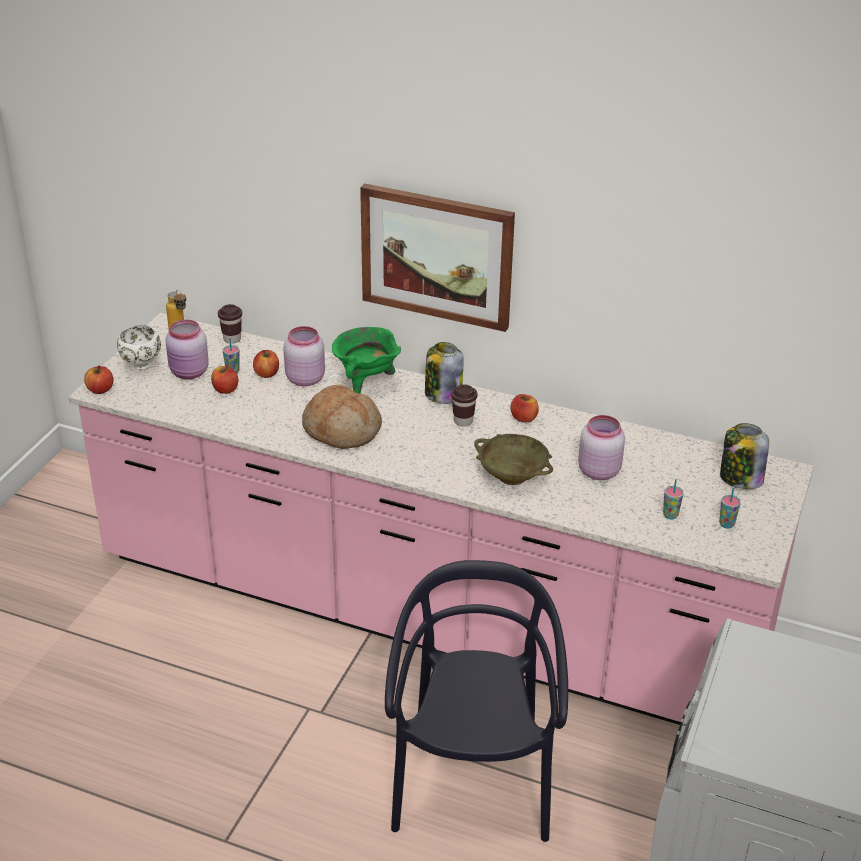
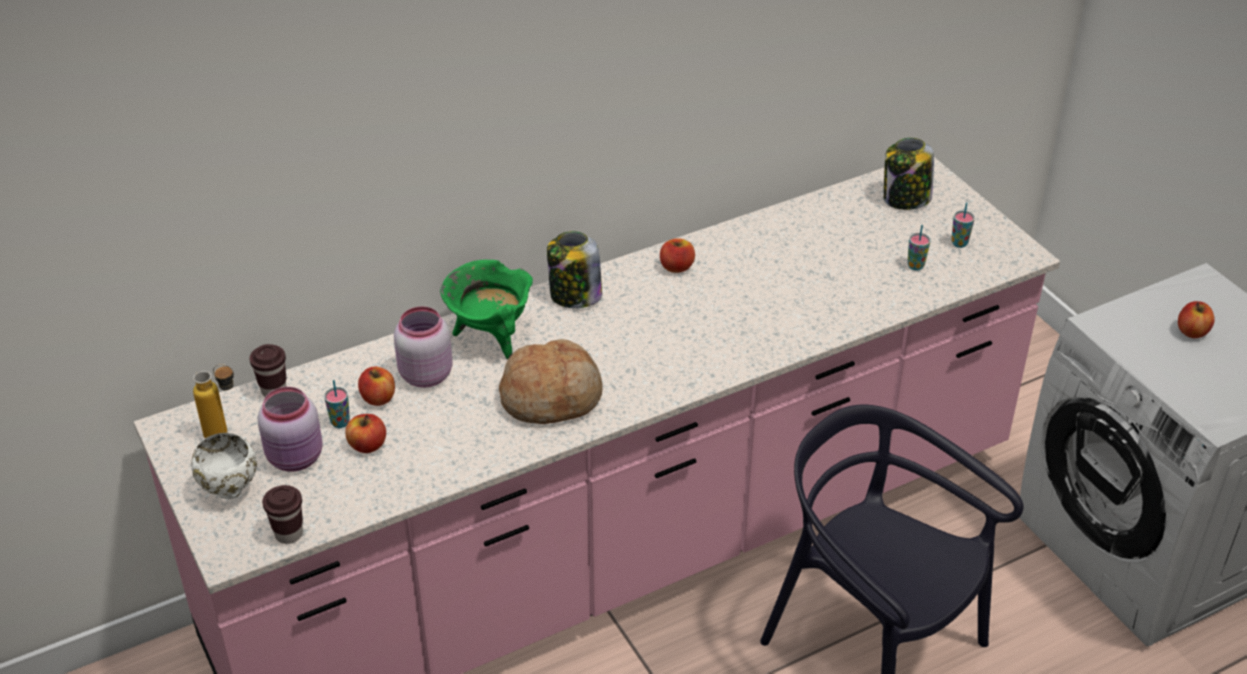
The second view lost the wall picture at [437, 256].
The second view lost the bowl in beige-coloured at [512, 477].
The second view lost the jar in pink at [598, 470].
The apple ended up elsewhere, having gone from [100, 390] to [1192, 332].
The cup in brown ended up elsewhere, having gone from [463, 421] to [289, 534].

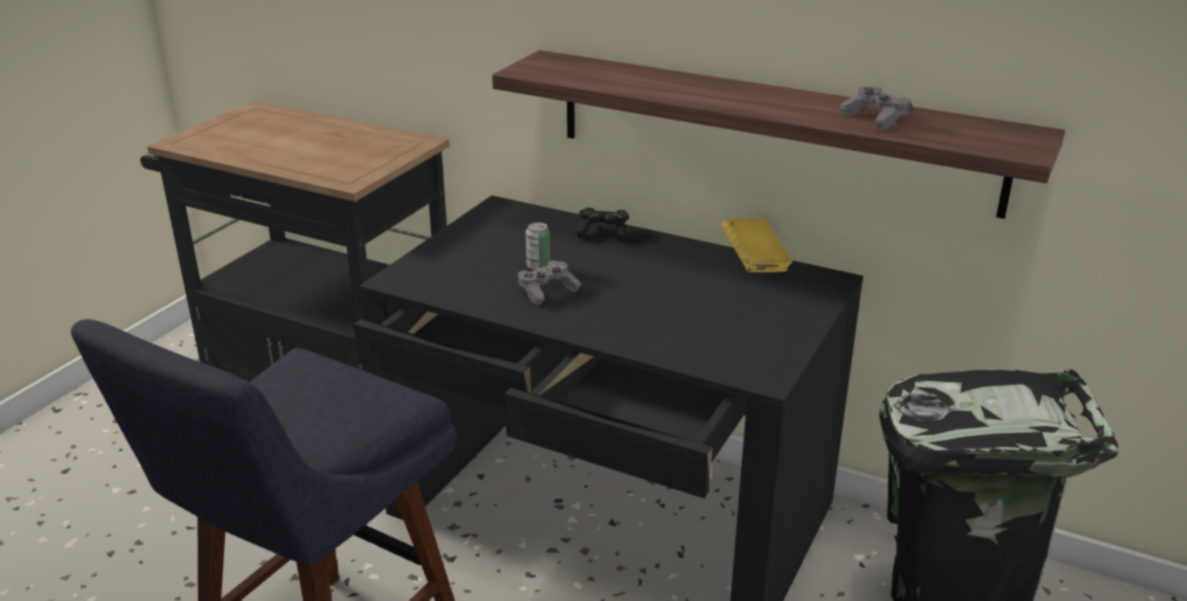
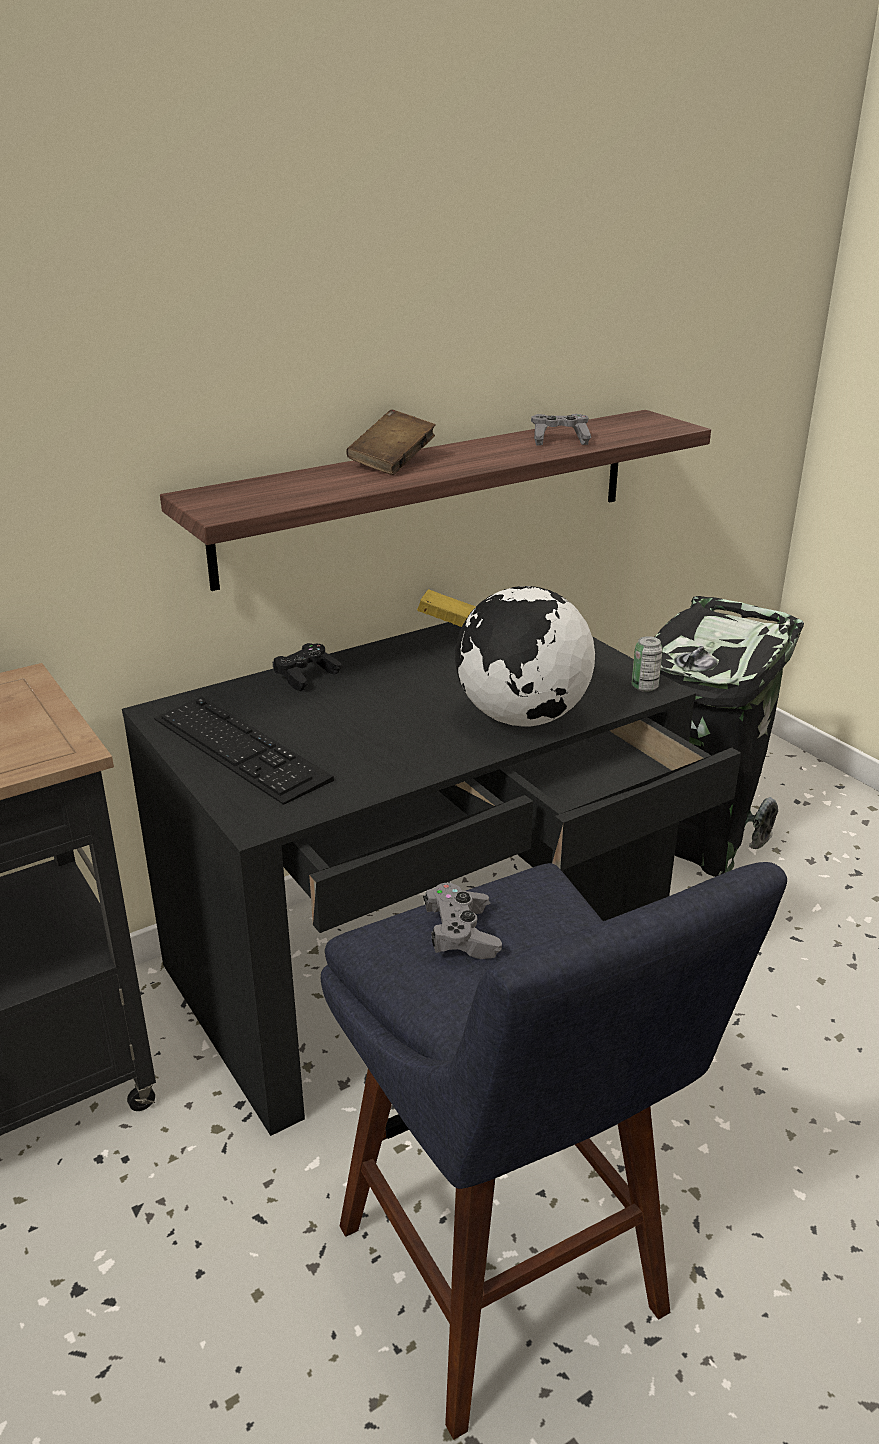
The second view gained the keyboard at [239, 748].
The second view gained the book in brown at [392, 463].
The second view gained the world globe at [521, 718].
The game controller in greyish ended up elsewhere, having gone from [547, 291] to [461, 934].
The sealed can ended up elsewhere, having gone from [538, 266] to [644, 687].

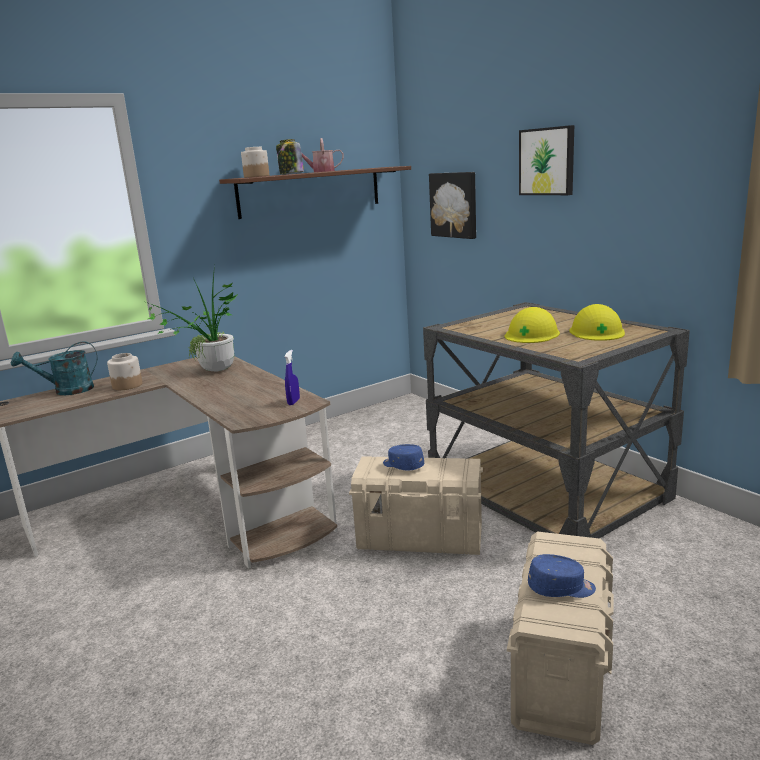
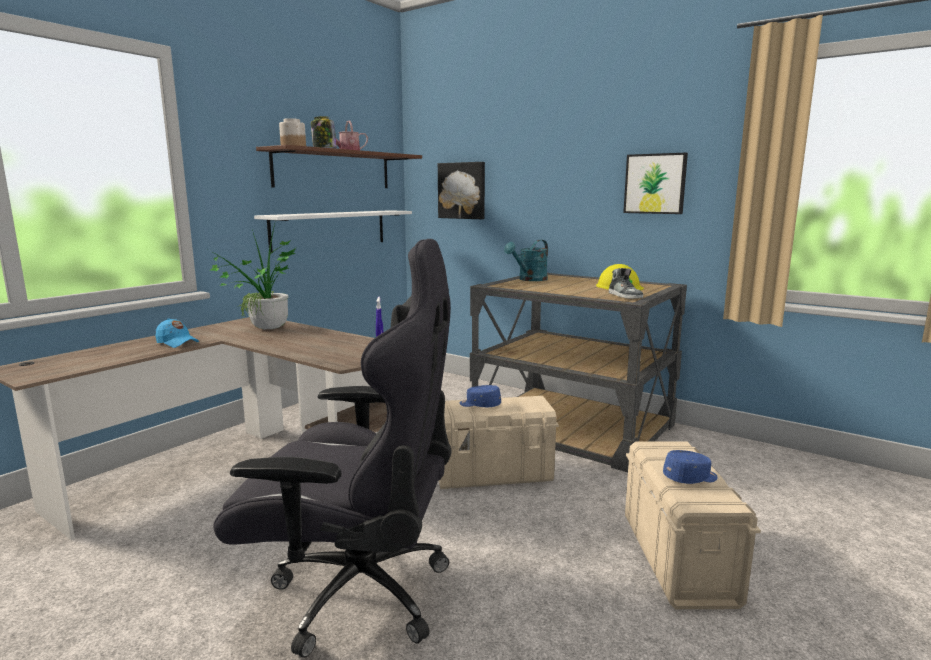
The second view lost the hard hat in yellow-coloured at [532, 334].
The second view gained the office chair in black at [350, 593].
The second view gained the wall shelf in white-coloured at [330, 229].
The second view gained the shoe at [625, 296].
The sprinkling can in turquoise ended up elsewhere, having gone from [67, 391] to [529, 279].
The wall picture ended up elsewhere, having gone from [547, 161] to [655, 184].
Where the jar stood at [127, 385], the peaked cap in bluish came to stand at [177, 343].

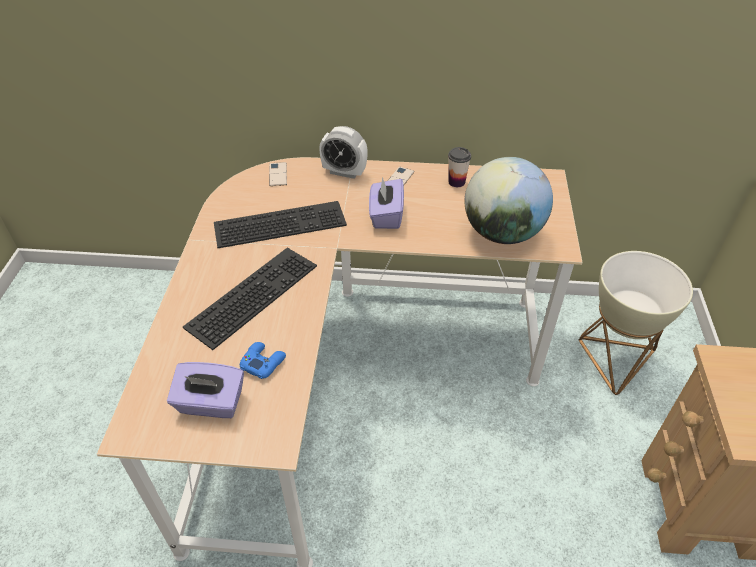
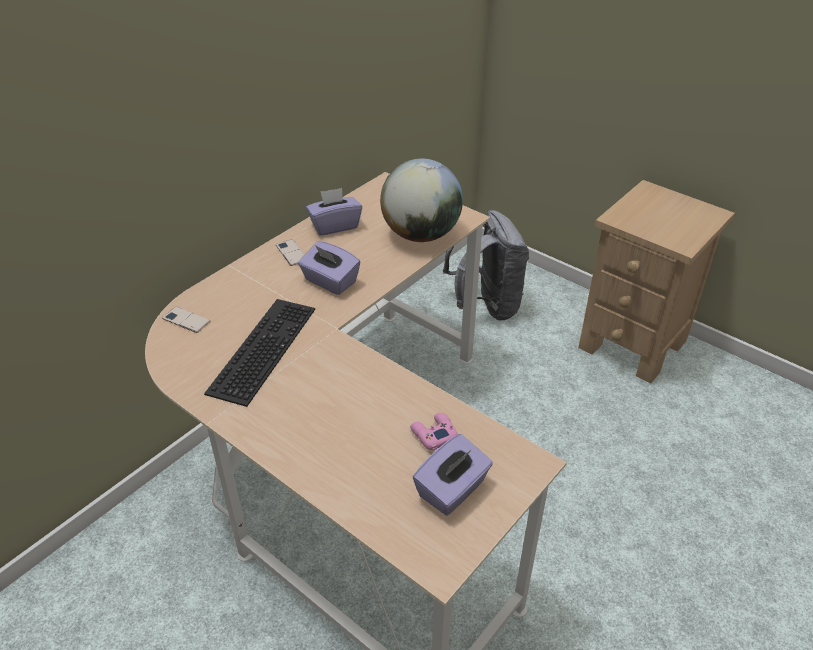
The second view lost the keyboard at [252, 293].
The second view lost the table clock at [344, 172].
Where the cup stood at [456, 182], the tissue box in purple-coloured came to stand at [334, 226].
Where the planter stood at [613, 359], the rucksack in greyish came to stand at [486, 306].
What was the game controller in bluish at [263, 362] turned into the game controller in pink at [433, 434].

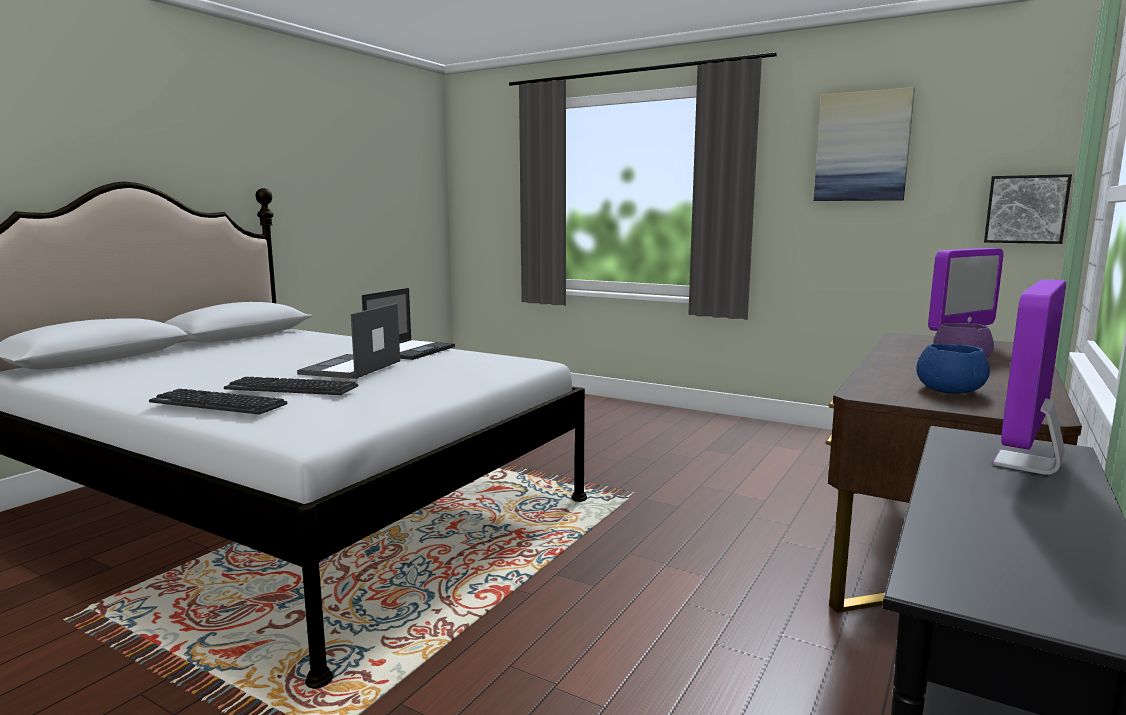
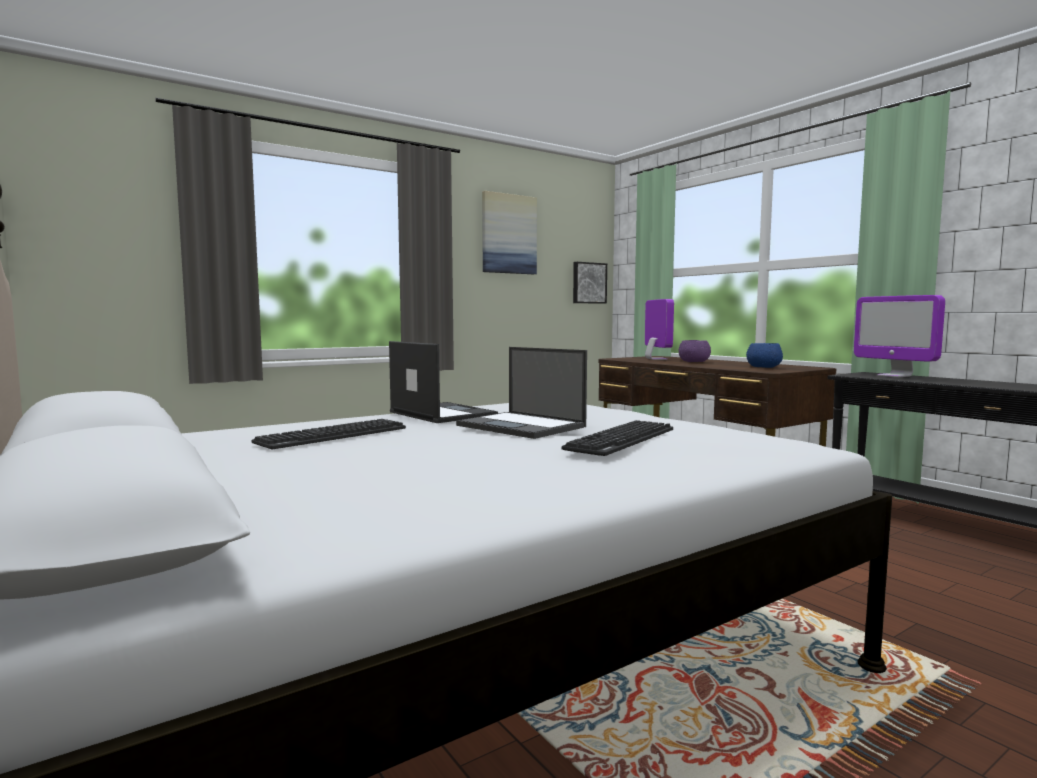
The keyboard ended up elsewhere, having gone from [218, 403] to [333, 436].

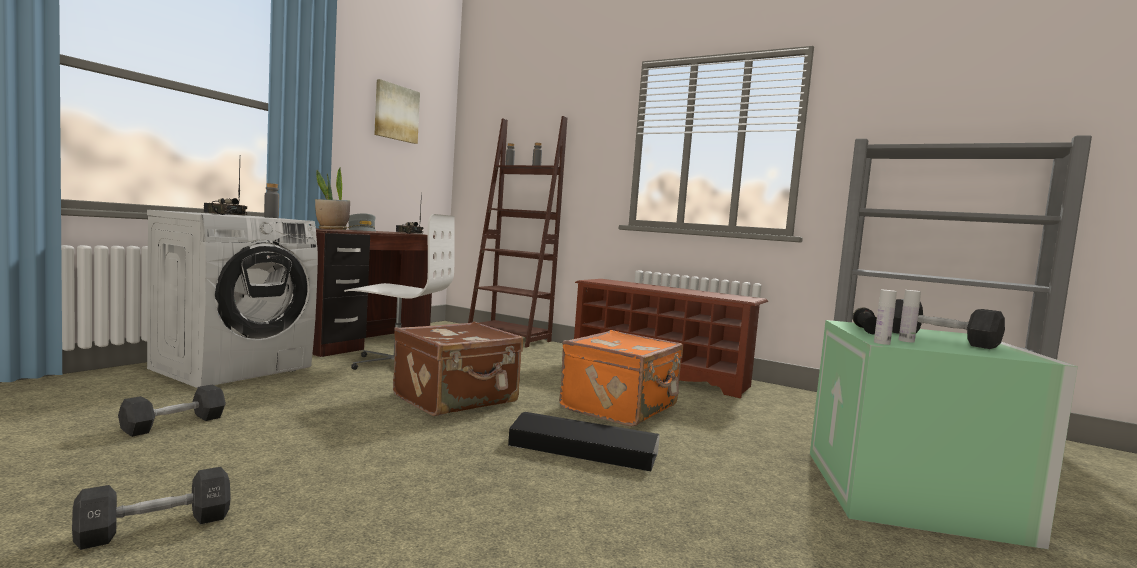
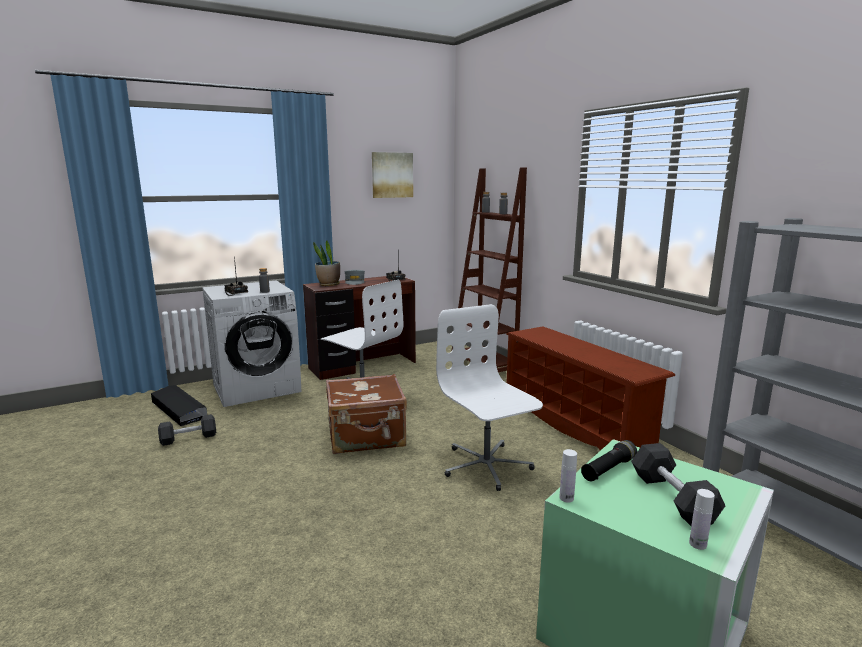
The second view lost the free weight in black at [155, 527].
The storage box in black ended up elsewhere, having gone from [582, 450] to [179, 410].
The bottle in white-coloured ended up elsewhere, having gone from [906, 341] to [697, 544].
Where the piece of luggage in orangey stood at [621, 408], the office chair in white-coloured came to stand at [486, 466].

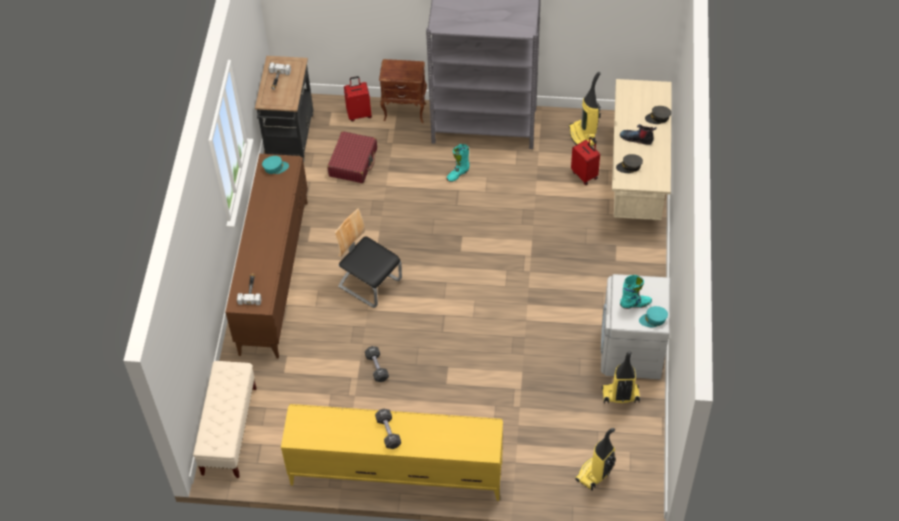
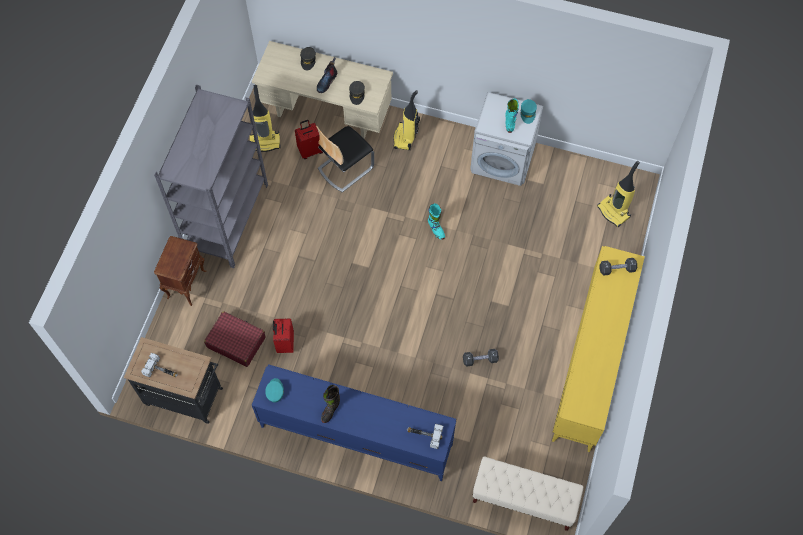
The second view gained the boot in black at [330, 409].
The upright chair ended up elsewhere, having gone from [370, 283] to [345, 168].
The piece of luggage in reddish ended up elsewhere, having gone from [359, 114] to [284, 343].
The free weight in black ended up elsewhere, having gone from [388, 432] to [617, 269].
The boot in turquoise ended up elsewhere, having gone from [458, 174] to [436, 229].
The vacuum ended up elsewhere, having gone from [620, 396] to [405, 137].
What was the storage cabinet in brown at [273, 276] turned into the storage cabinet in bluish at [355, 436].

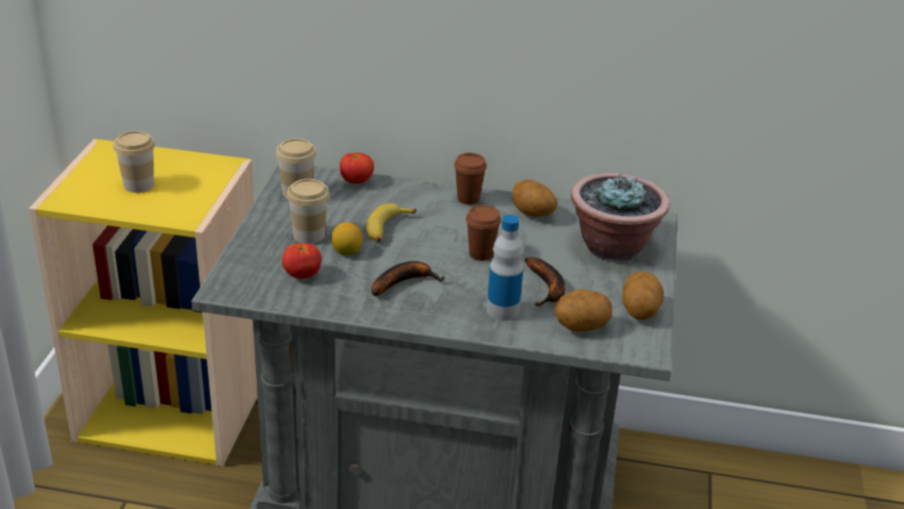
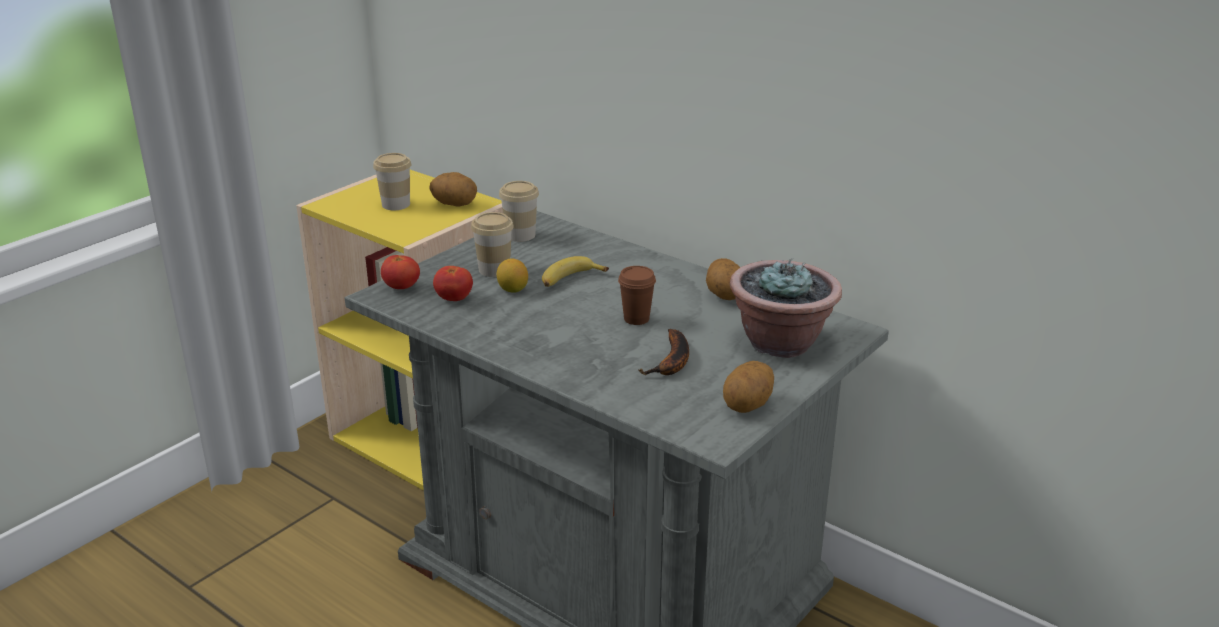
The second view lost the whole banana at [404, 282].
The second view lost the cup in brown at [468, 199].
The second view lost the bottle at [502, 310].
The fresh tomato ended up elsewhere, having gone from [356, 181] to [401, 288].
The spud ended up elsewhere, having gone from [581, 327] to [454, 204].

